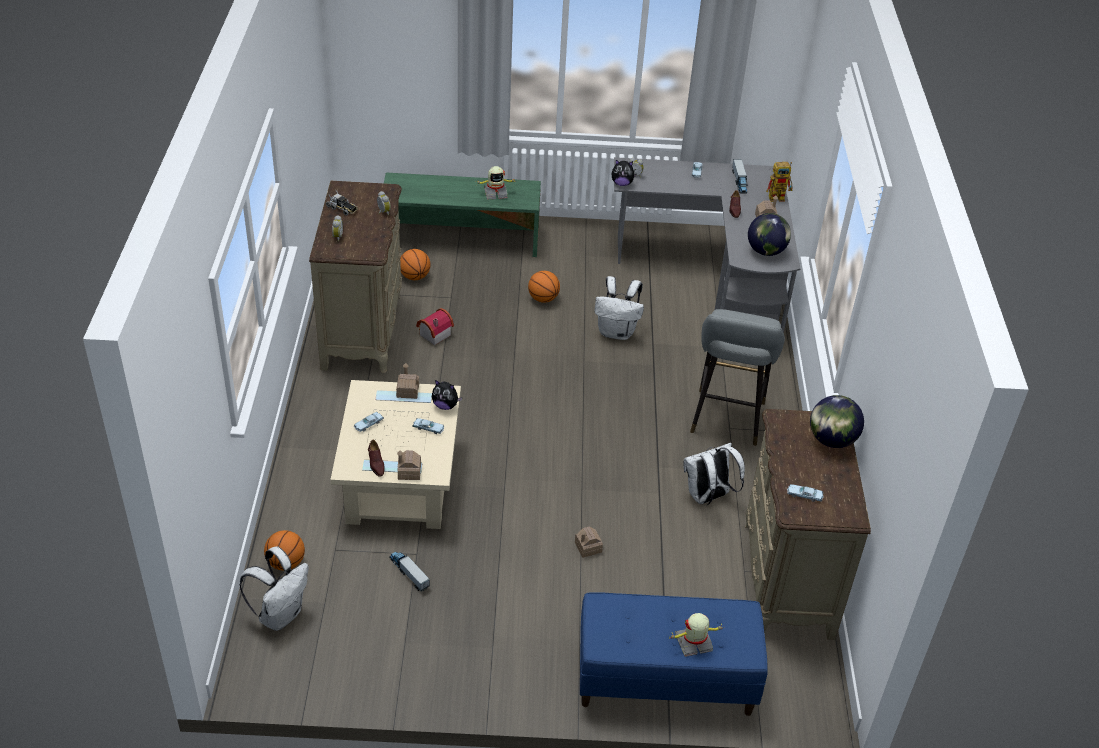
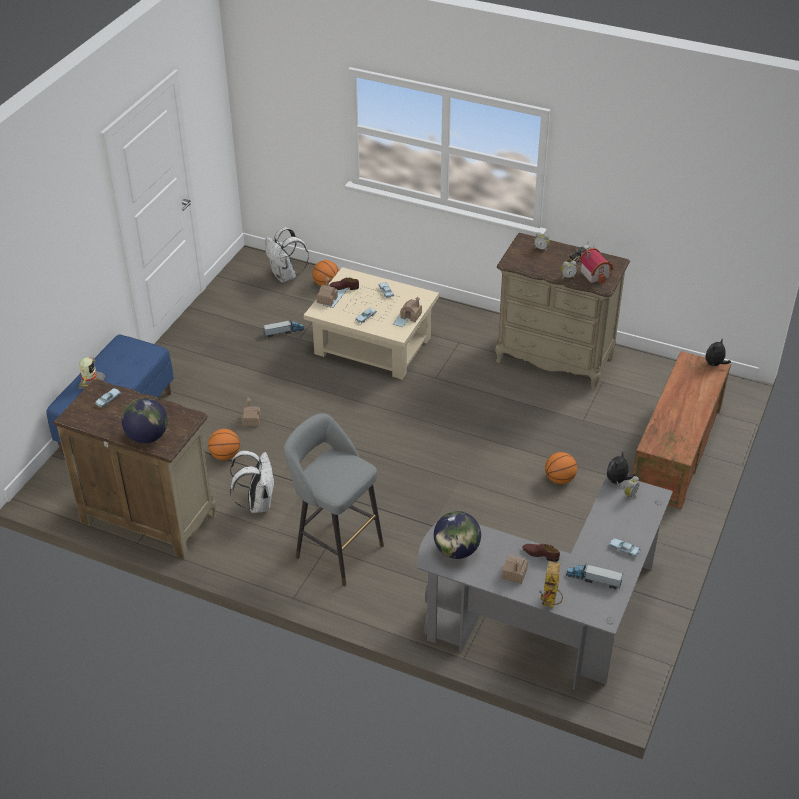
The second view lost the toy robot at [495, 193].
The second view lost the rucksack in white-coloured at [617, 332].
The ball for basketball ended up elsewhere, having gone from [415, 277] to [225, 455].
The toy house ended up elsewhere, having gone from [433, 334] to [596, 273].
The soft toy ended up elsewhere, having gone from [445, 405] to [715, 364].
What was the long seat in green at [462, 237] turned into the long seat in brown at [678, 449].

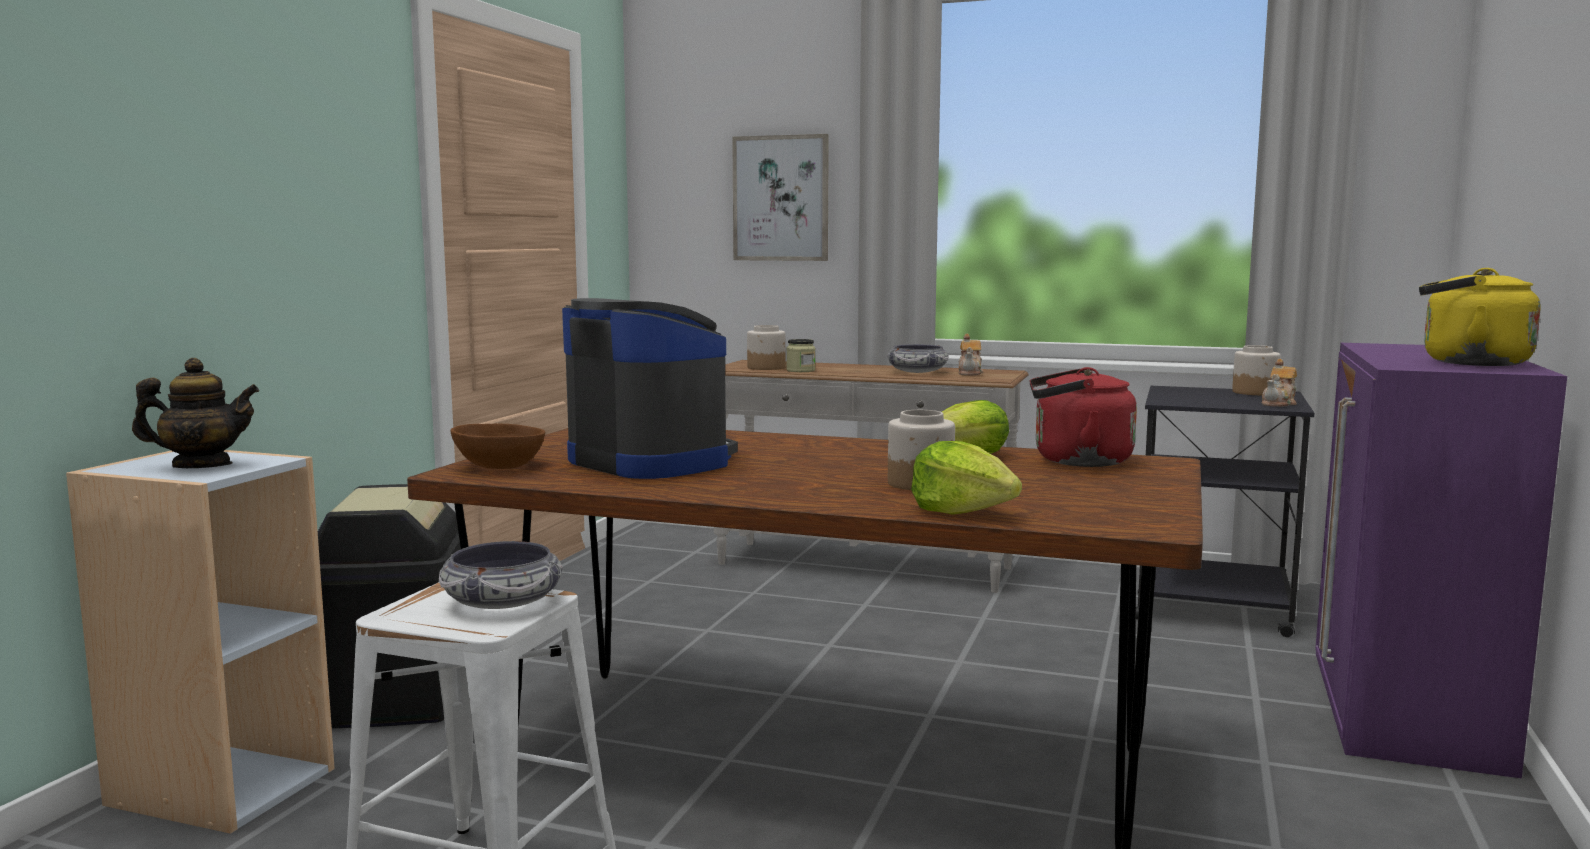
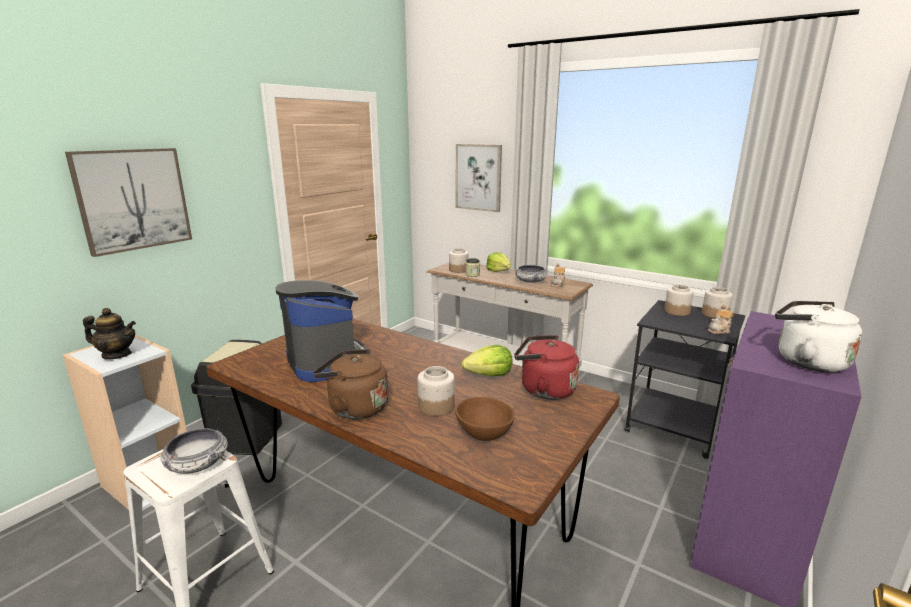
The second view gained the wall picture at [133, 199].
The second view gained the tea kettle in brown at [355, 407].
The second view gained the jar at [676, 311].
The bowl in brown ended up elsewhere, having gone from [499, 466] to [484, 432].
The head of lettuce ended up elsewhere, having gone from [962, 511] to [499, 271].
What was the tea kettle in yellow-coloured at [1468, 363] turned into the tea kettle in white-coloured at [806, 361].

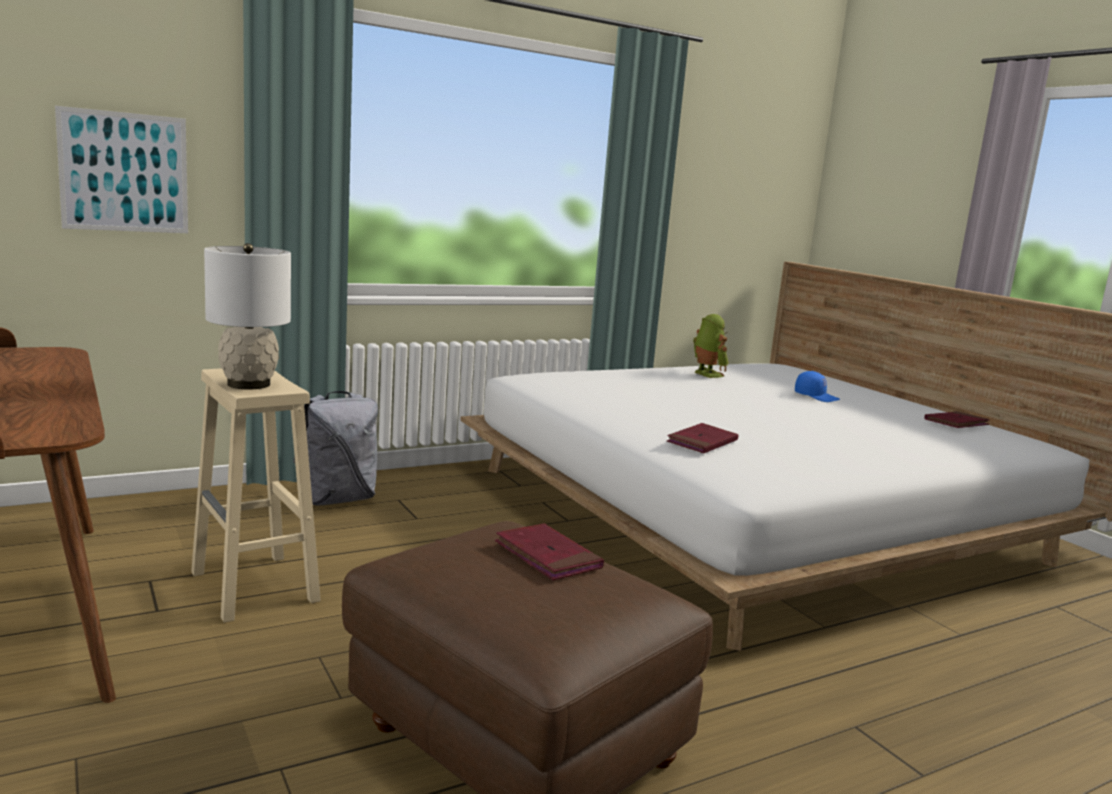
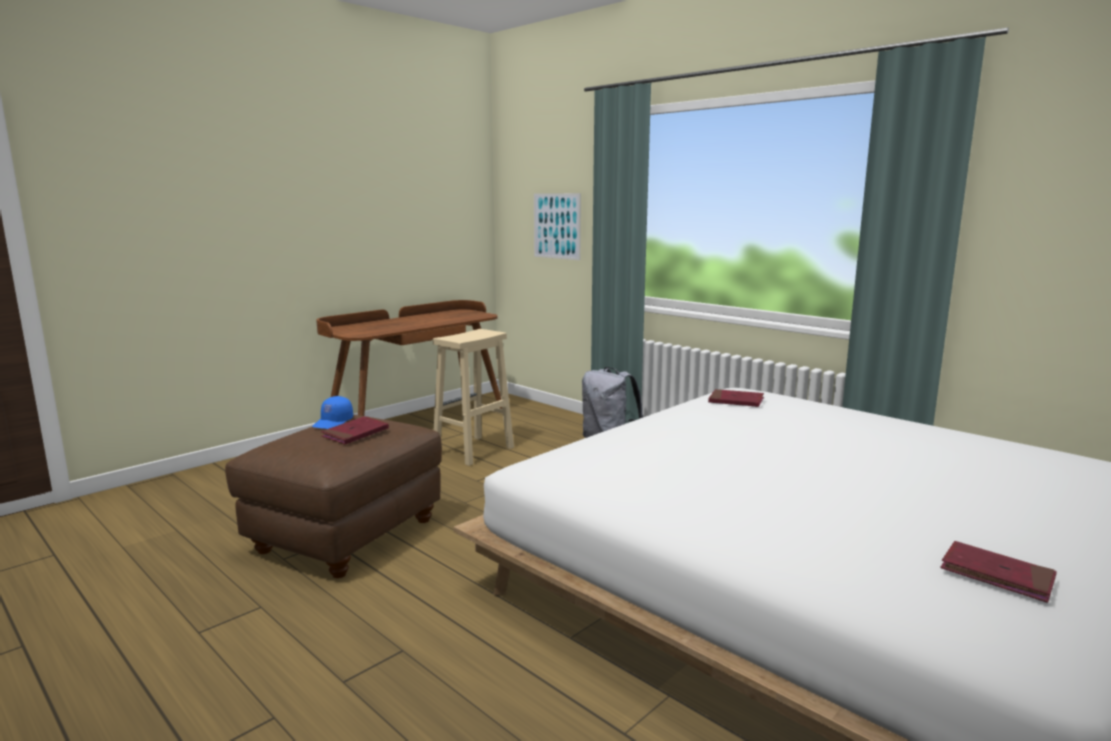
The second view lost the lamp for a table in white-coloured at [248, 384].
The second view lost the toy robot at [706, 374].
The book in reddish ended up elsewhere, having gone from [702, 442] to [736, 401].
The peaked cap in bluish ended up elsewhere, having gone from [816, 397] to [333, 423].

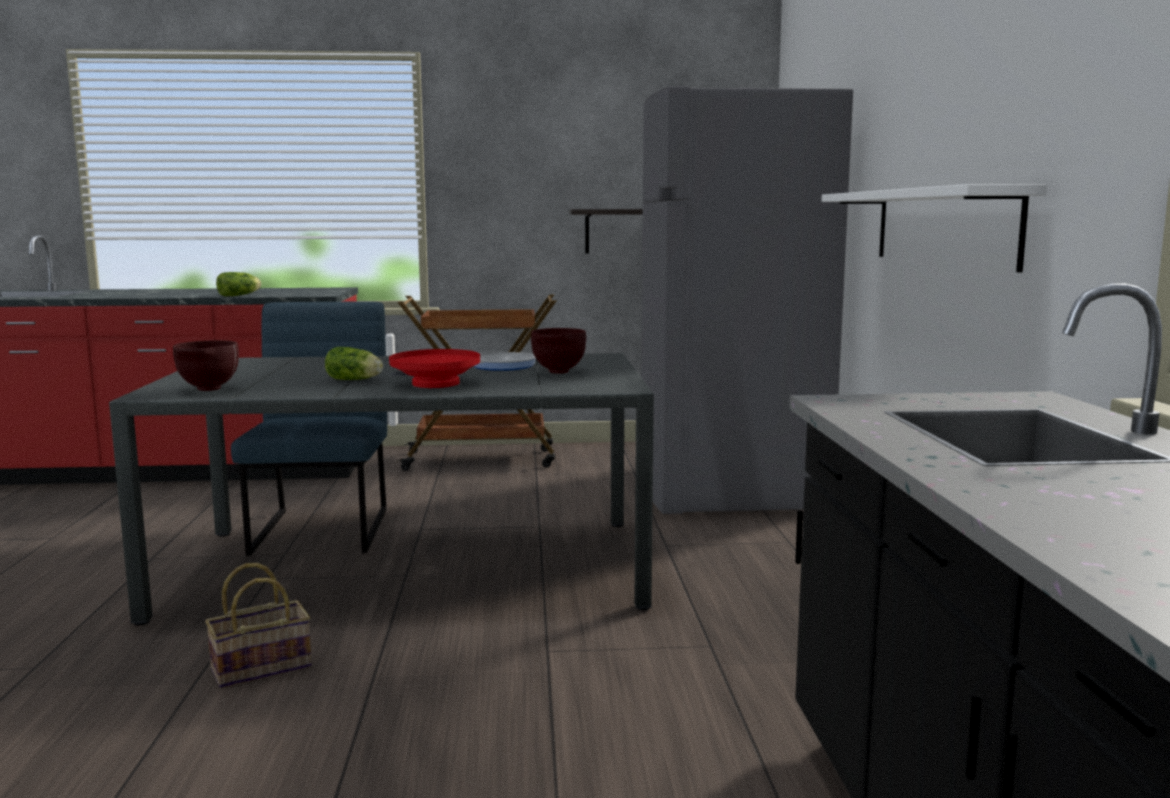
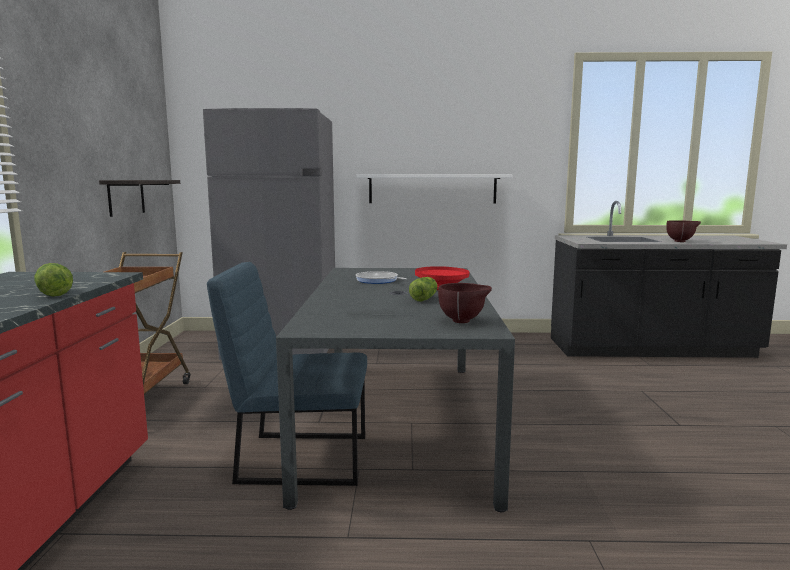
The second view lost the storage basket at [263, 666].
The bowl in brown ended up elsewhere, having gone from [558, 372] to [681, 241].

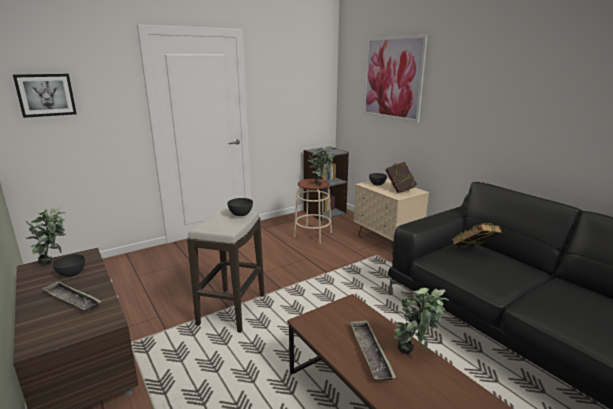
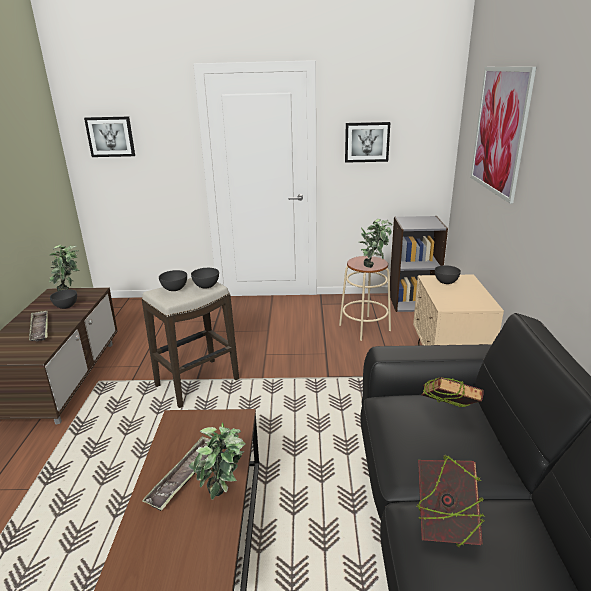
The second view gained the bowl in greyish at [175, 289].
The second view gained the wall picture at [367, 142].
The book ended up elsewhere, having gone from [399, 190] to [445, 526].

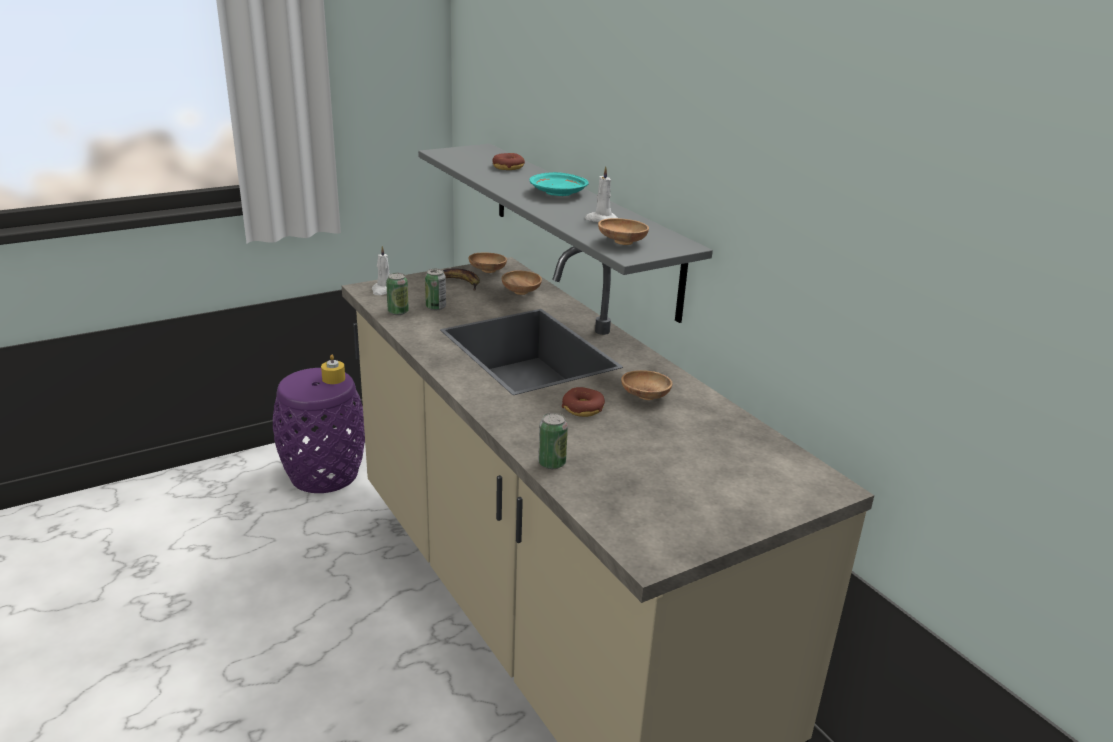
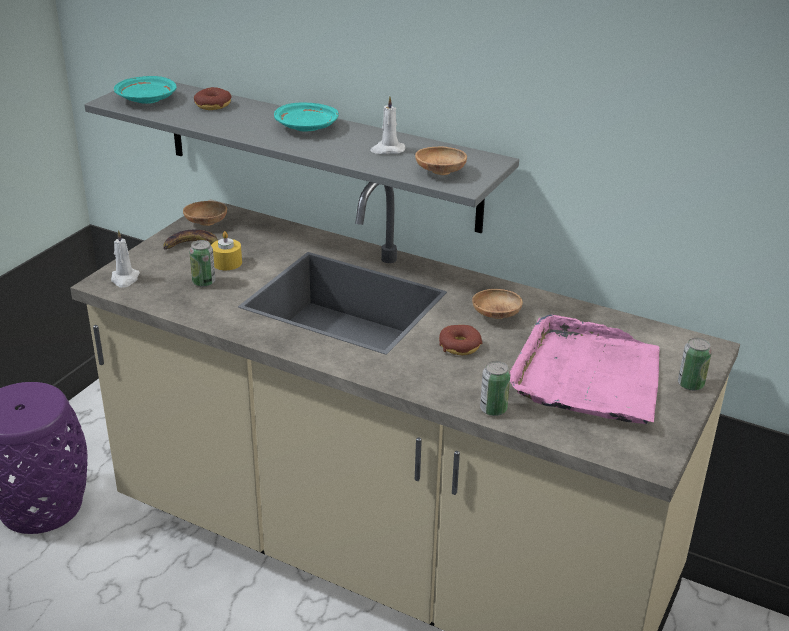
The second view lost the bowl in brown at [521, 291].
The second view gained the plate in turquoise at [146, 99].
The second view gained the carrying tray in pink at [588, 376].
The wax light in yellow-coloured ended up elsewhere, having gone from [333, 378] to [227, 263].
The sealed can ended up elsewhere, having gone from [398, 312] to [690, 384].

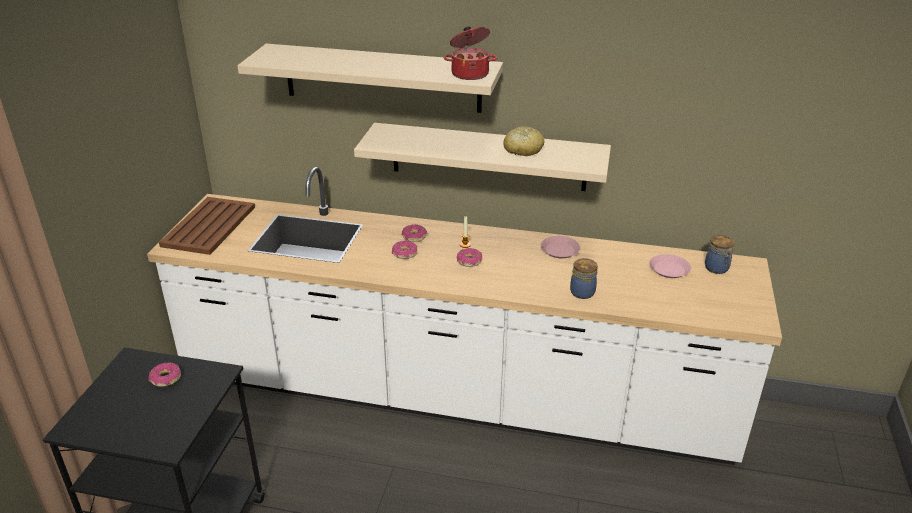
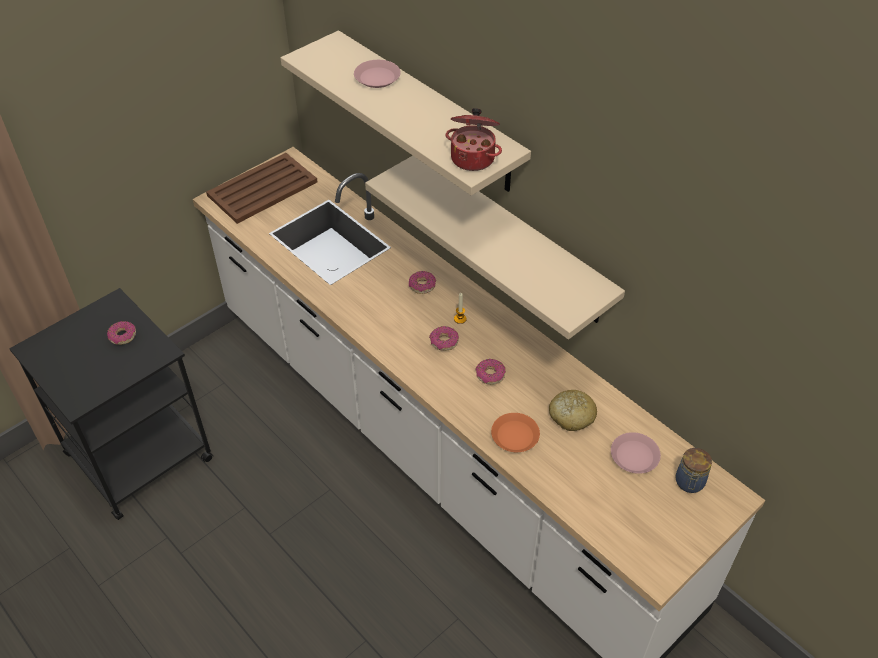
The donut ended up elsewhere, having gone from [404, 254] to [490, 375].
The baked bread ended up elsewhere, having gone from [523, 149] to [571, 416].
The plate in pink ended up elsewhere, having gone from [559, 250] to [377, 77].
Where the jar stood at [582, 292], the plate in orangey came to stand at [514, 435].

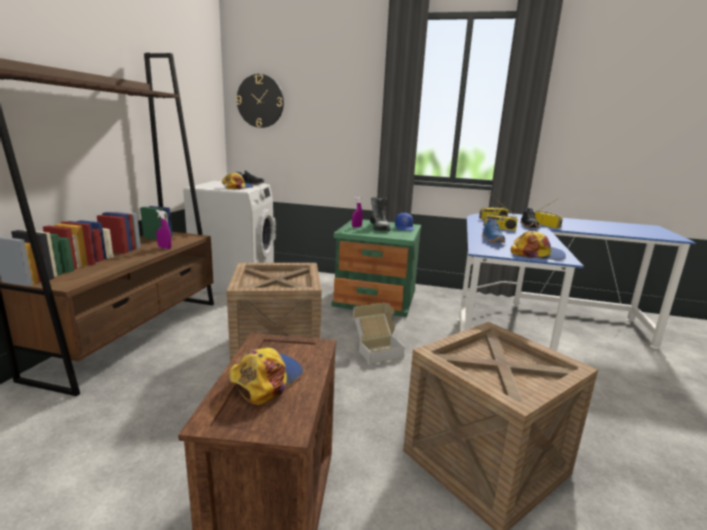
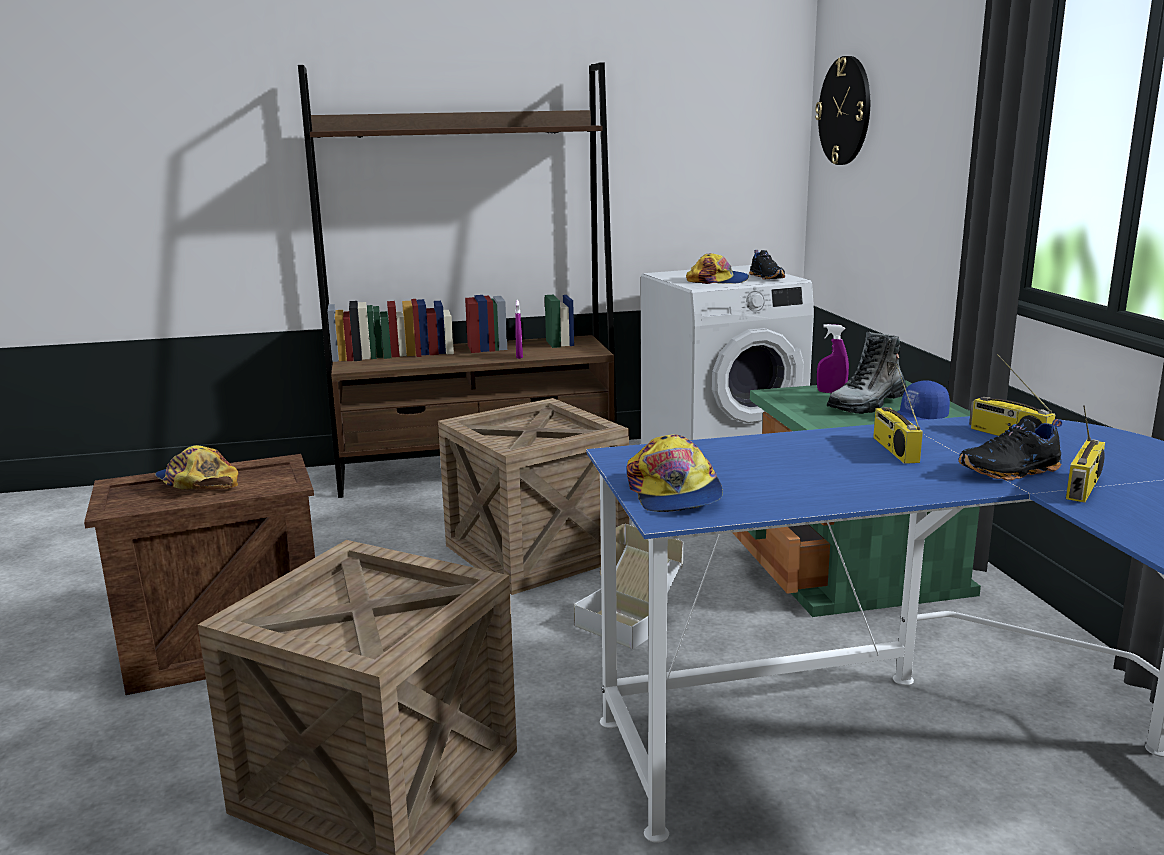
The second view lost the shoe in bluish at [493, 240].
The peaked cap at [266, 379] ended up facing another way, 135 degrees counterclockwise from before.

